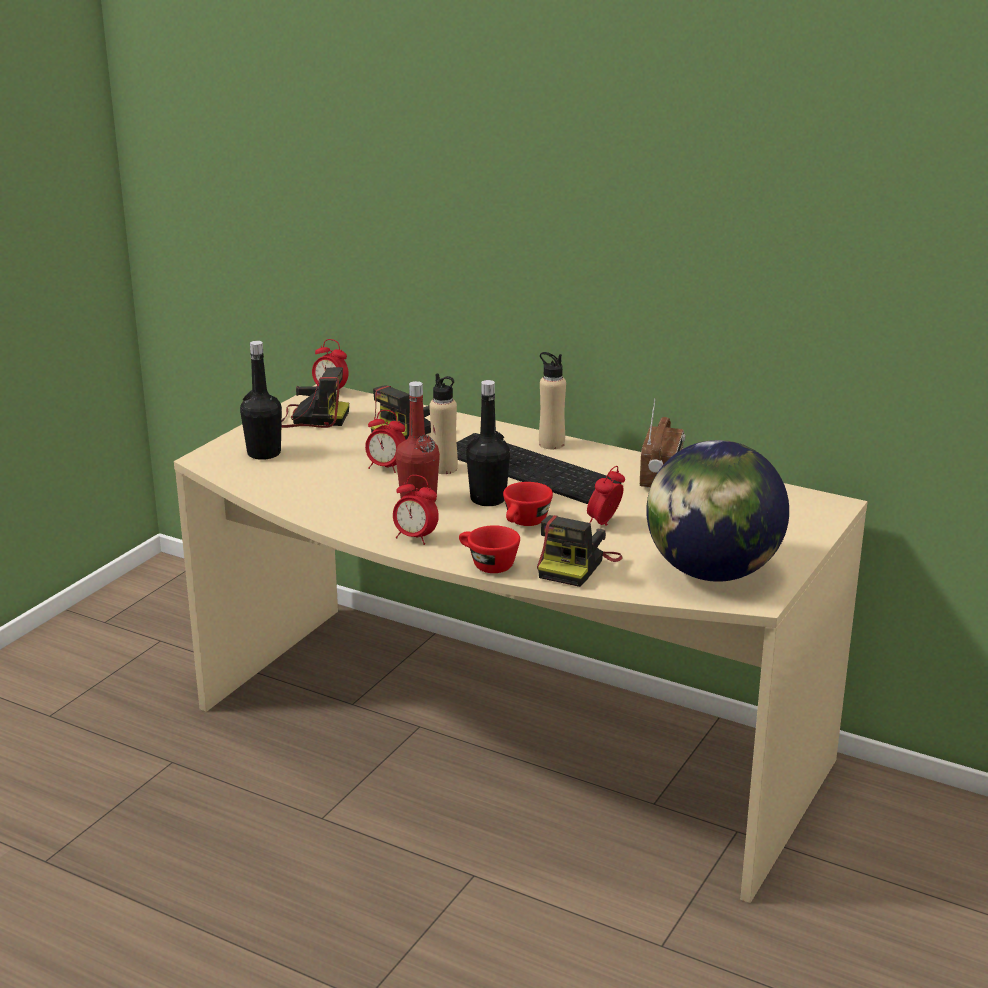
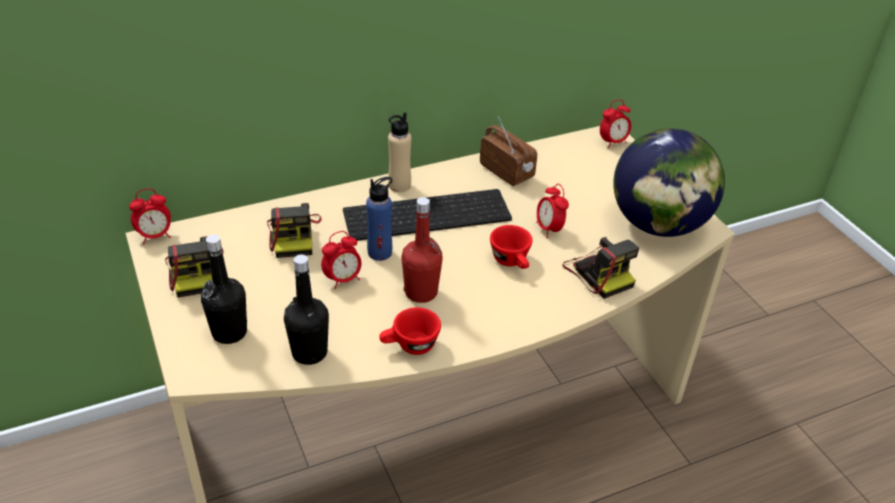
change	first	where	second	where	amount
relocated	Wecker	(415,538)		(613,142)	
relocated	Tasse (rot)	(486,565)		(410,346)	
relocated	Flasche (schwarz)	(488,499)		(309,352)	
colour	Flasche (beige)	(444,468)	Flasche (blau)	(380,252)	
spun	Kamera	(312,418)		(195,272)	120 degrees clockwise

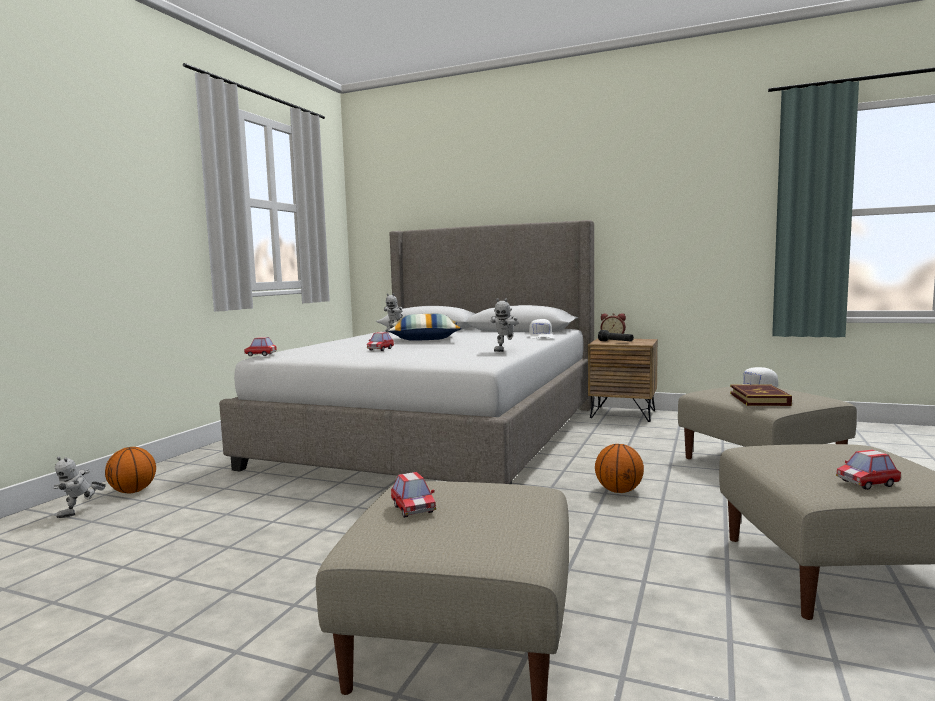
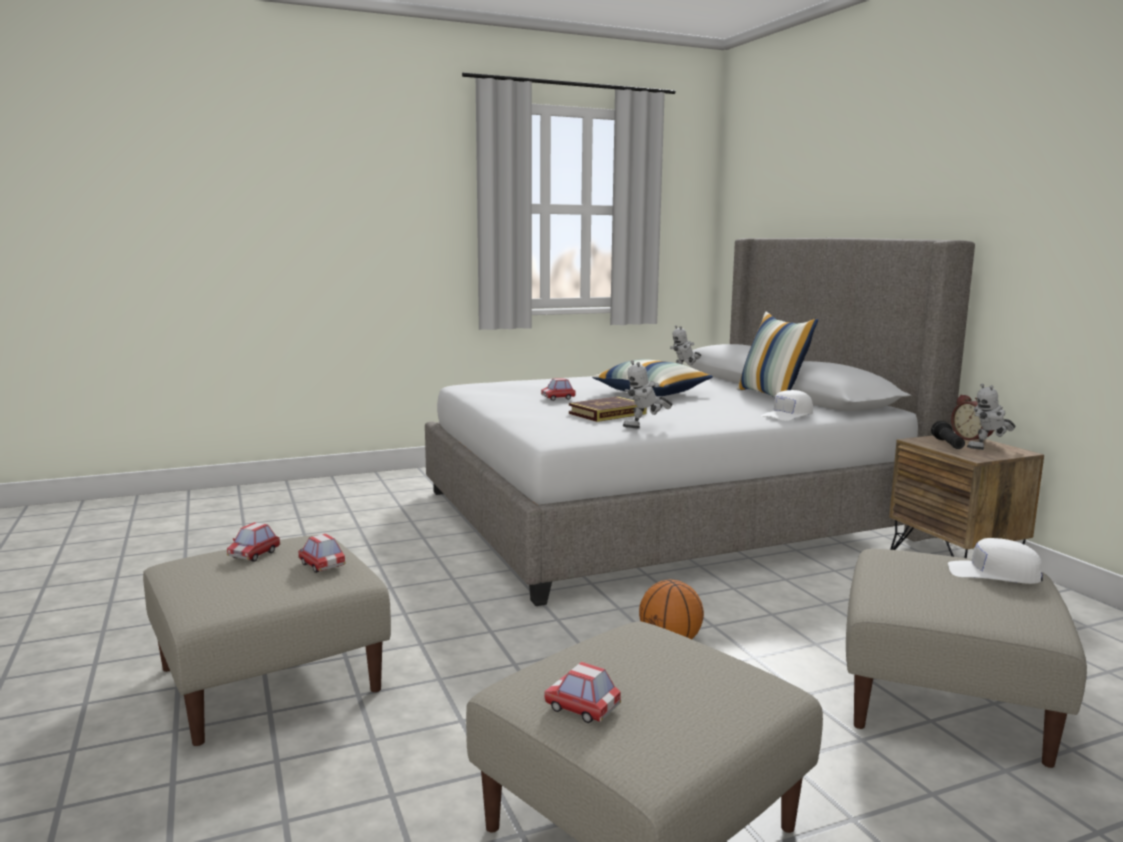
change	first	where	second	where	amount
missing	Basketball	(133,491)			
appeared			Kissen	(772,396)	
relocated	Spielzeugroboter	(81,513)		(989,449)	
relocated	Spielzeugauto	(260,355)		(321,565)	
relocated	Buch	(759,399)		(607,413)	

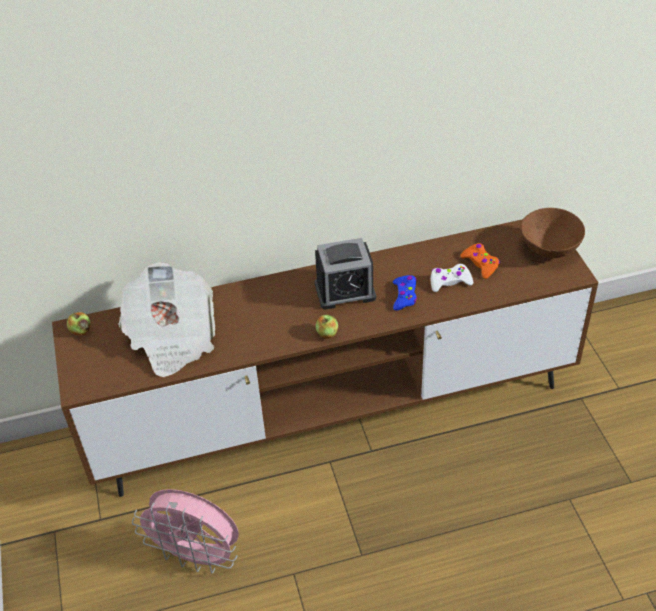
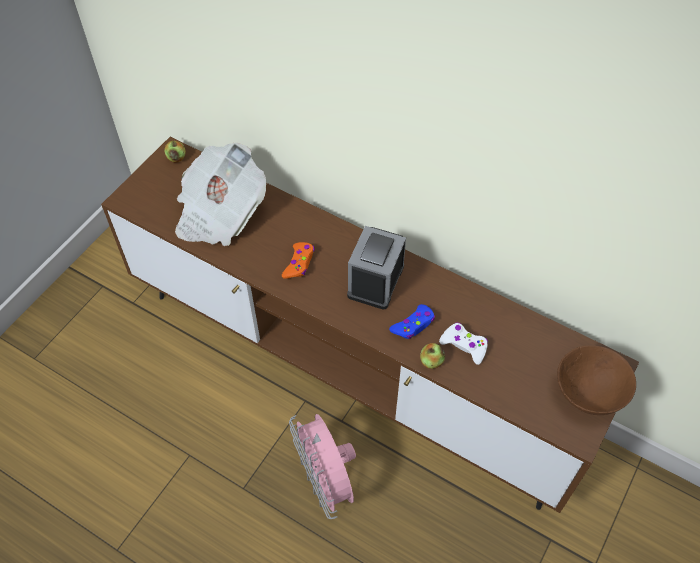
change	first	where	second	where	amount
relocated	Ventilator (rosa)	(197,556)		(326,481)	
relocated	Apfel	(327,333)		(431,361)	
relocated	Gamepad (orange)	(480,264)		(299,263)	
spun	Wecker	(345,291)		(375,281)	75 degrees clockwise

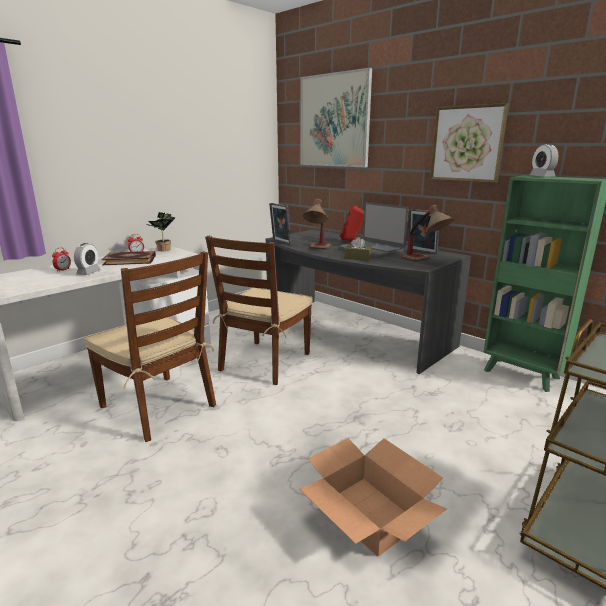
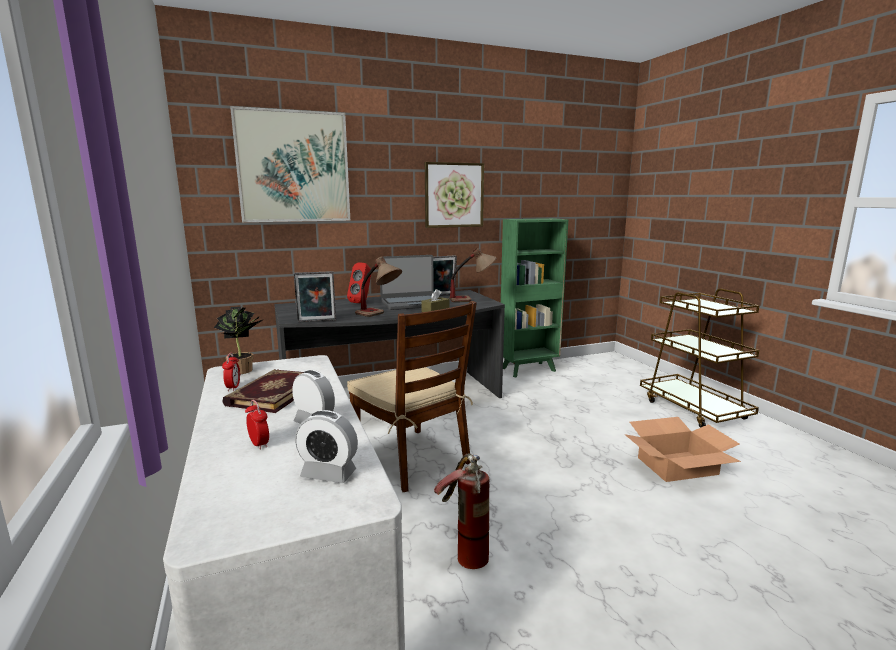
change	first	where	second	where	amount
relocated	Wecker	(541,176)		(328,474)	
exchanged	Stuhl (braun)	(159,406)	Feuerlöscher	(463,551)	

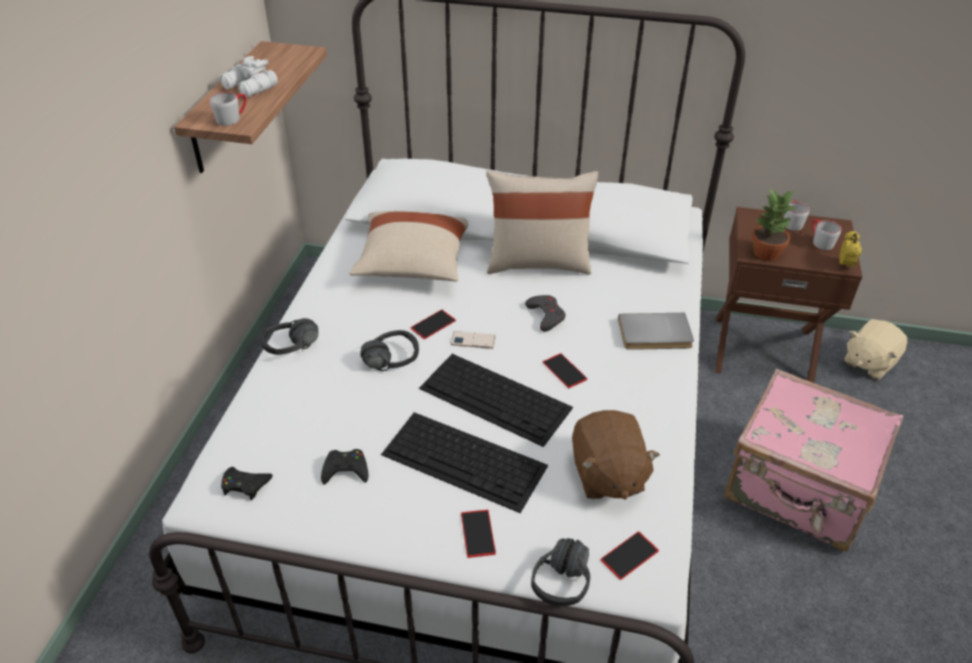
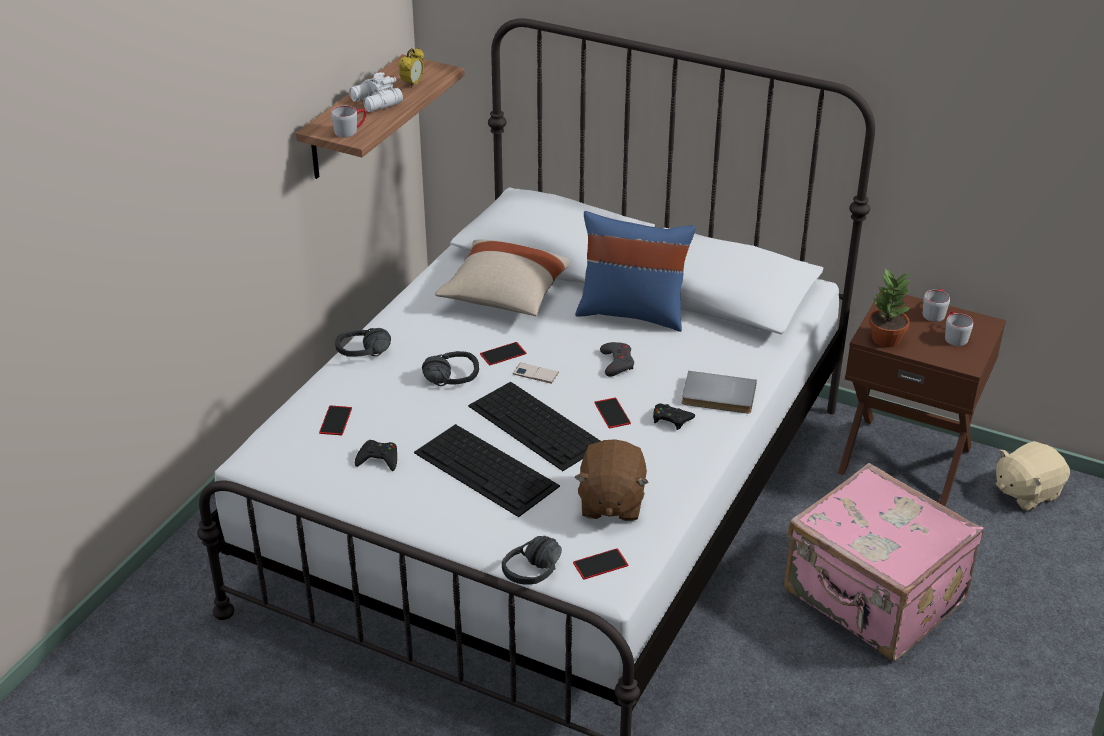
change	first	where	second	where	amount
relocated	Gamepad (schwarz)	(245,485)		(671,419)	
relocated	Handy	(478,533)		(335,420)	
relocated	Wecker	(845,265)		(412,84)	
colour	Kissen (beige)	(538,262)	Kissen (blau)	(632,313)	

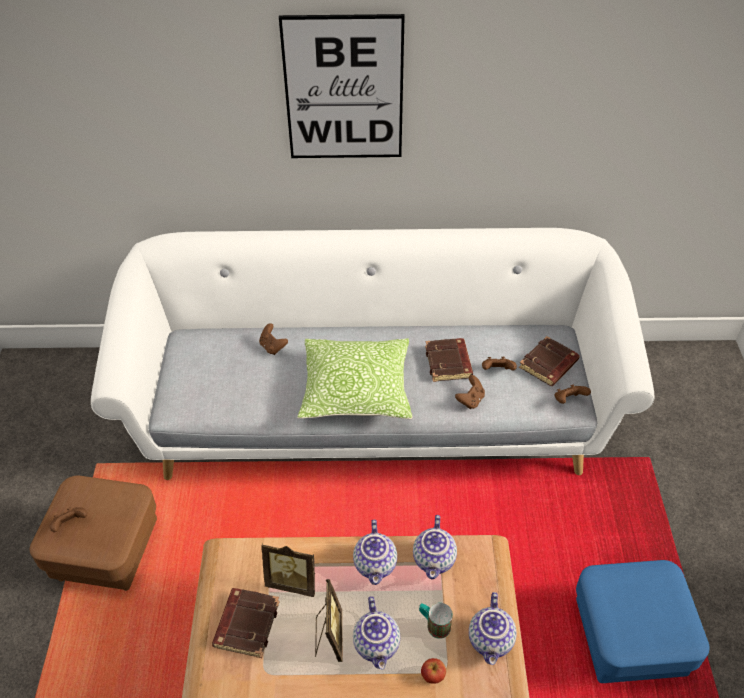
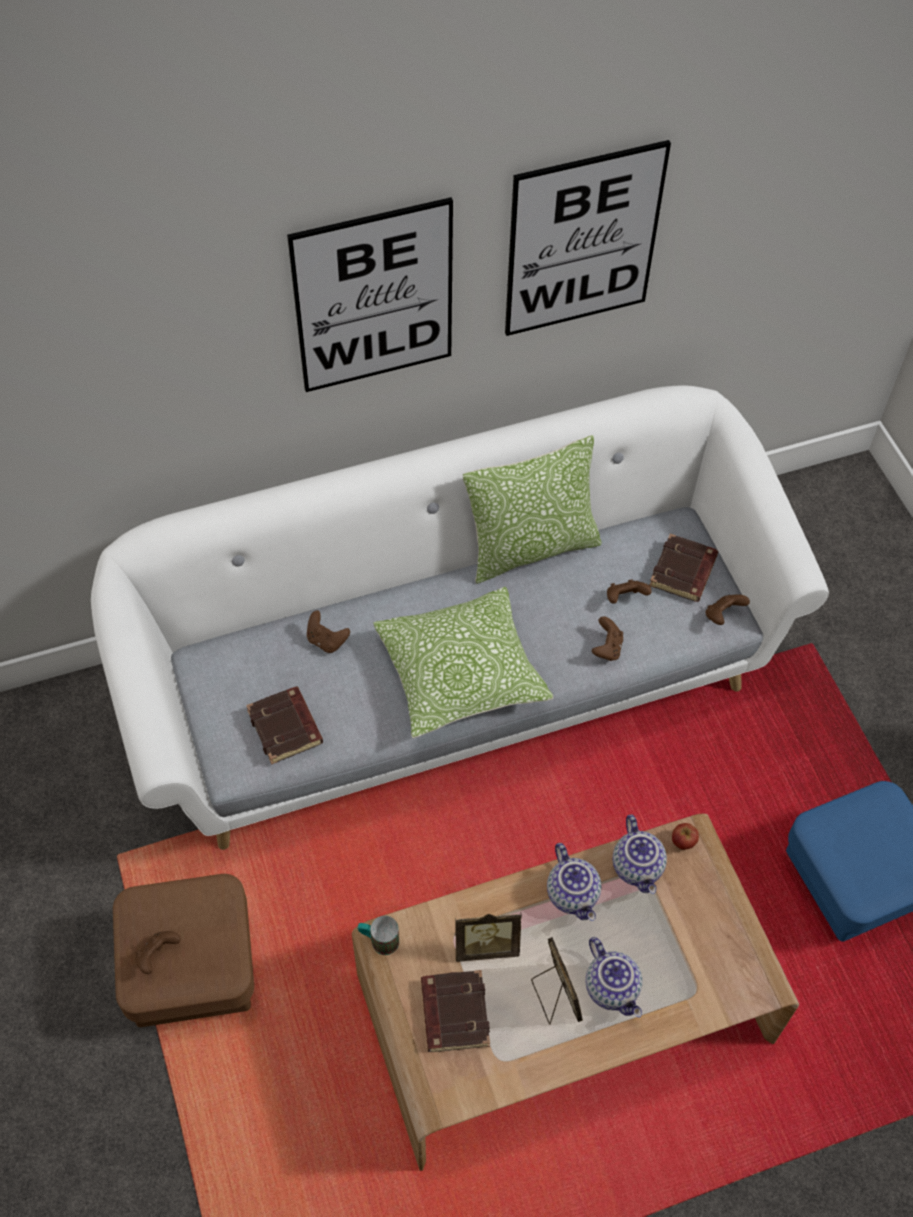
change	first	where	second	where	amount
missing	Teekanne	(491,641)			
appeared			Kissen	(531,548)	
appeared			Bild	(582,241)	
relocated	Henkelbecher	(434,624)		(379,940)	
relocated	Apfel	(433,676)		(683,842)	
relocated	Buch (braun)	(449,363)		(286,728)	

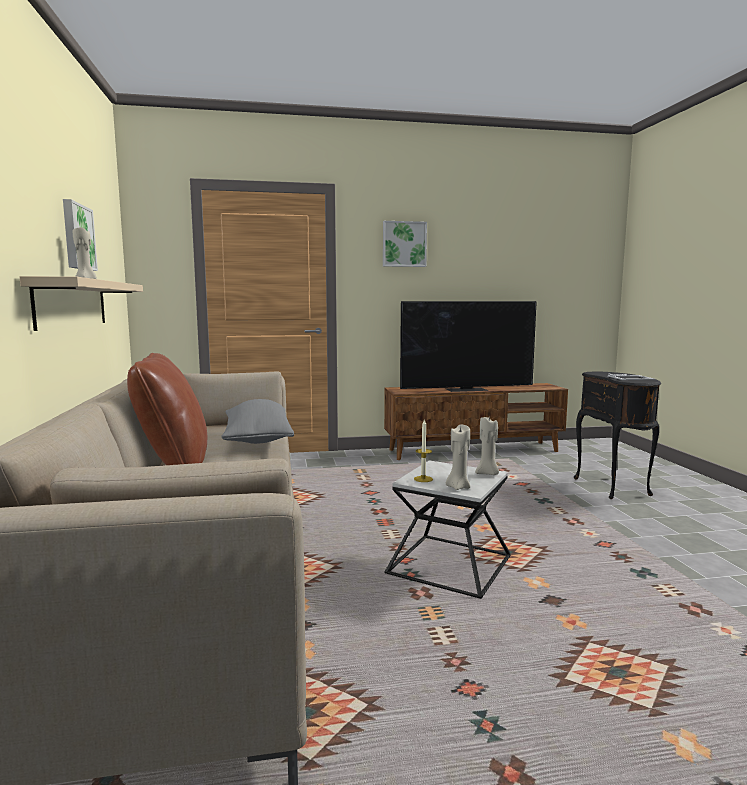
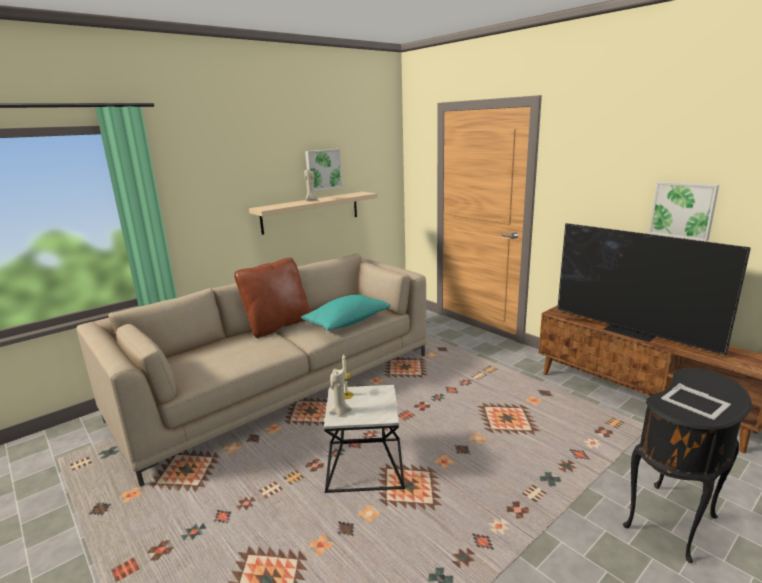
change	first	where	second	where	amount
missing	Kerze (beige)	(487,474)			
relocated	Bild	(404,244)		(683,210)	
colour	Kissen (grau)	(257,439)	Kissen (türkis)	(347,322)	

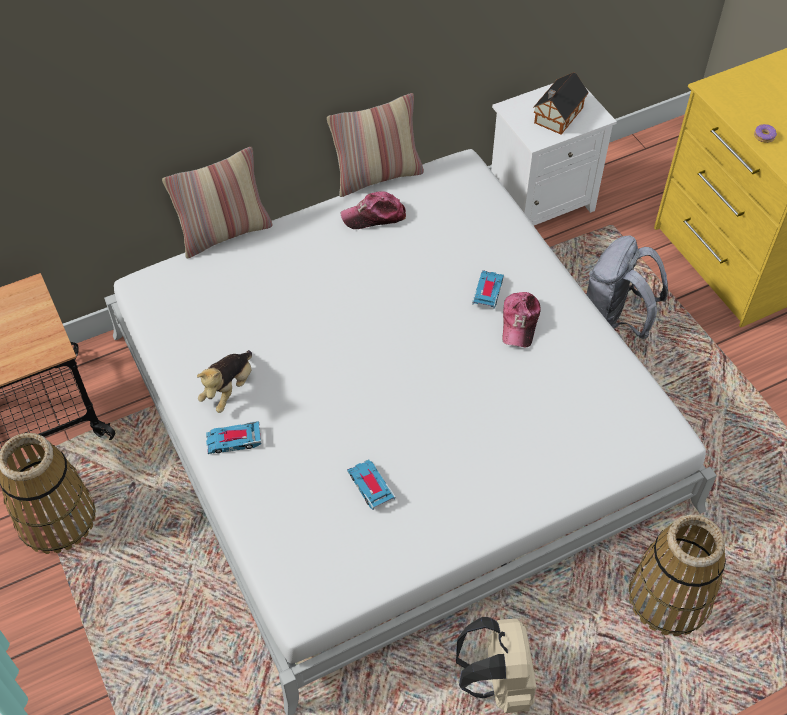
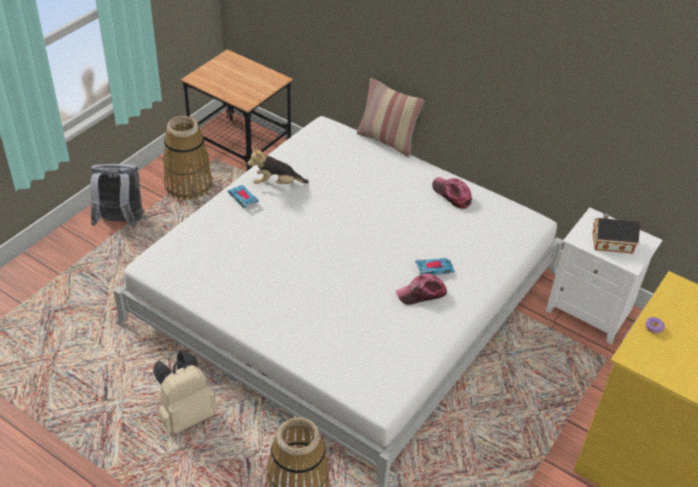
change	first	where	second	where	amount
missing	Kissen	(377,176)			
missing	Spielzeugauto	(370,486)			
relocated	Rucksack (grau)	(614,322)		(120,222)	

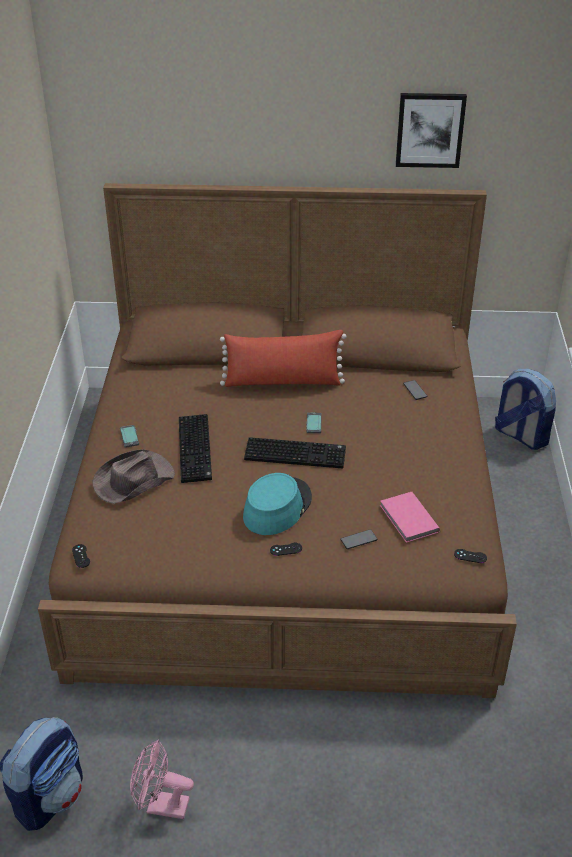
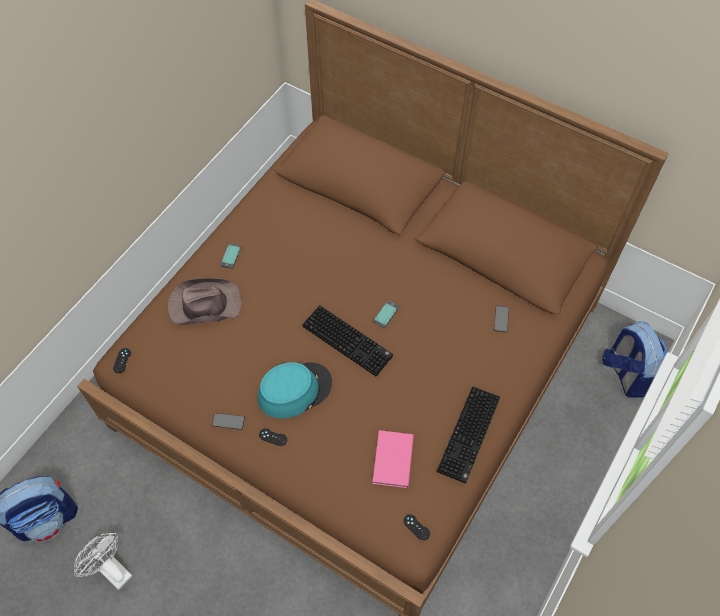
change	first	where	second	where	amount
missing	Kissen (rot)	(283,381)			
missing	Bild	(430,130)			
relocated	Tastatur	(196,449)		(470,436)	
relocated	Handy	(358,540)		(228,421)	
colour	Ventilator (rosa)	(161,806)	Ventilator (weiß)	(111,570)	

